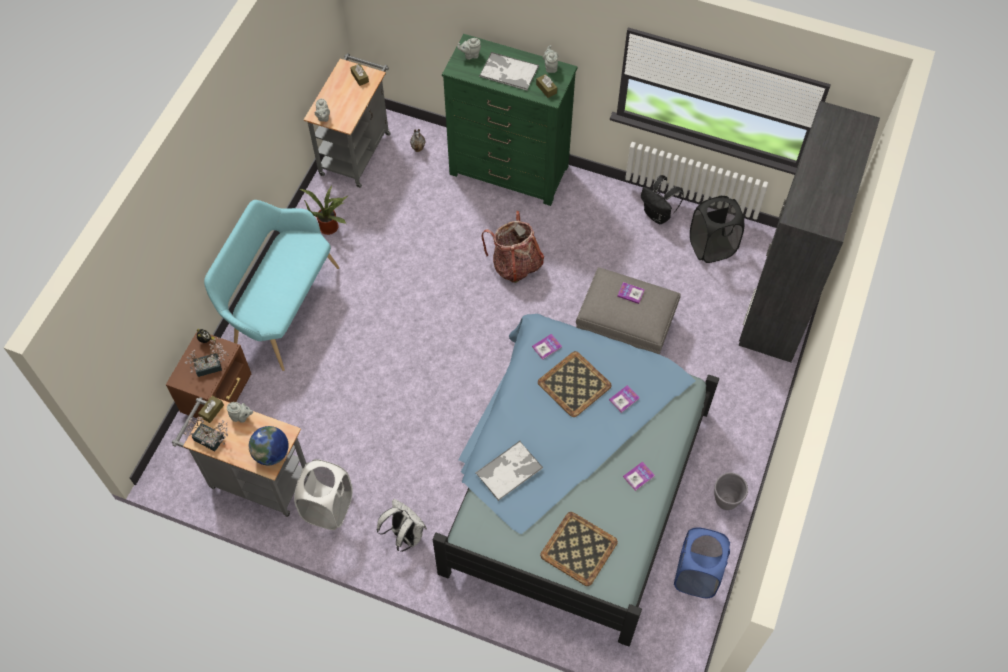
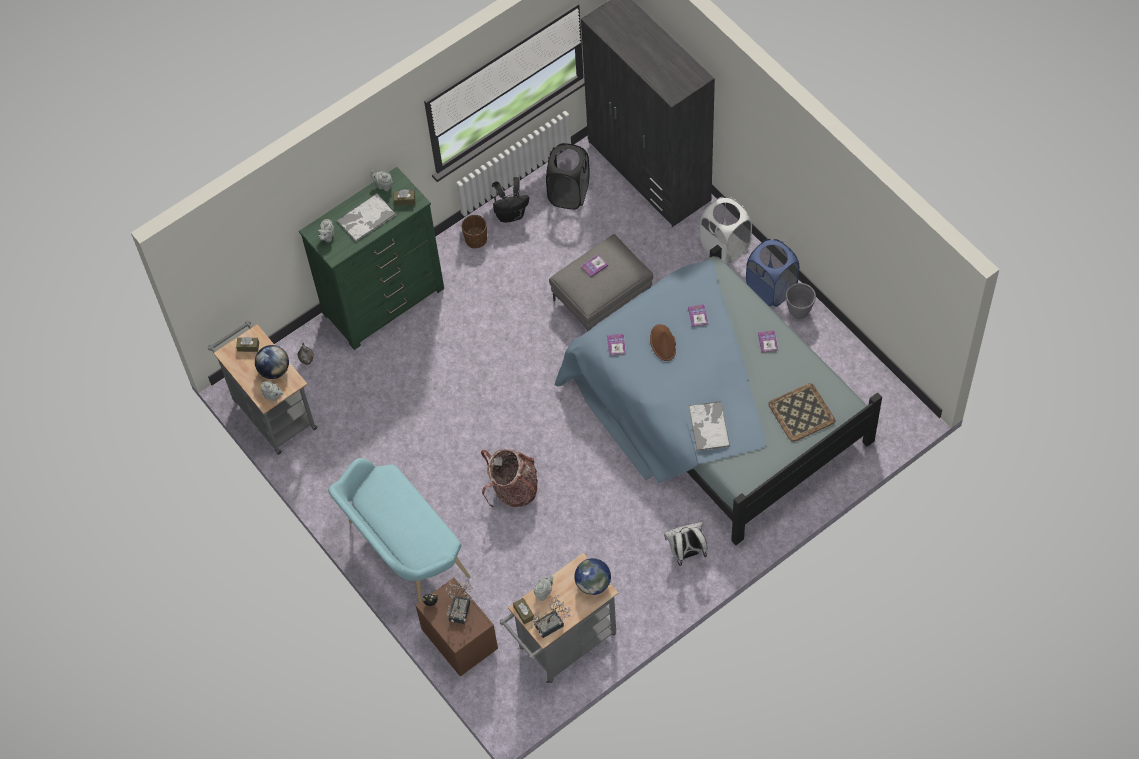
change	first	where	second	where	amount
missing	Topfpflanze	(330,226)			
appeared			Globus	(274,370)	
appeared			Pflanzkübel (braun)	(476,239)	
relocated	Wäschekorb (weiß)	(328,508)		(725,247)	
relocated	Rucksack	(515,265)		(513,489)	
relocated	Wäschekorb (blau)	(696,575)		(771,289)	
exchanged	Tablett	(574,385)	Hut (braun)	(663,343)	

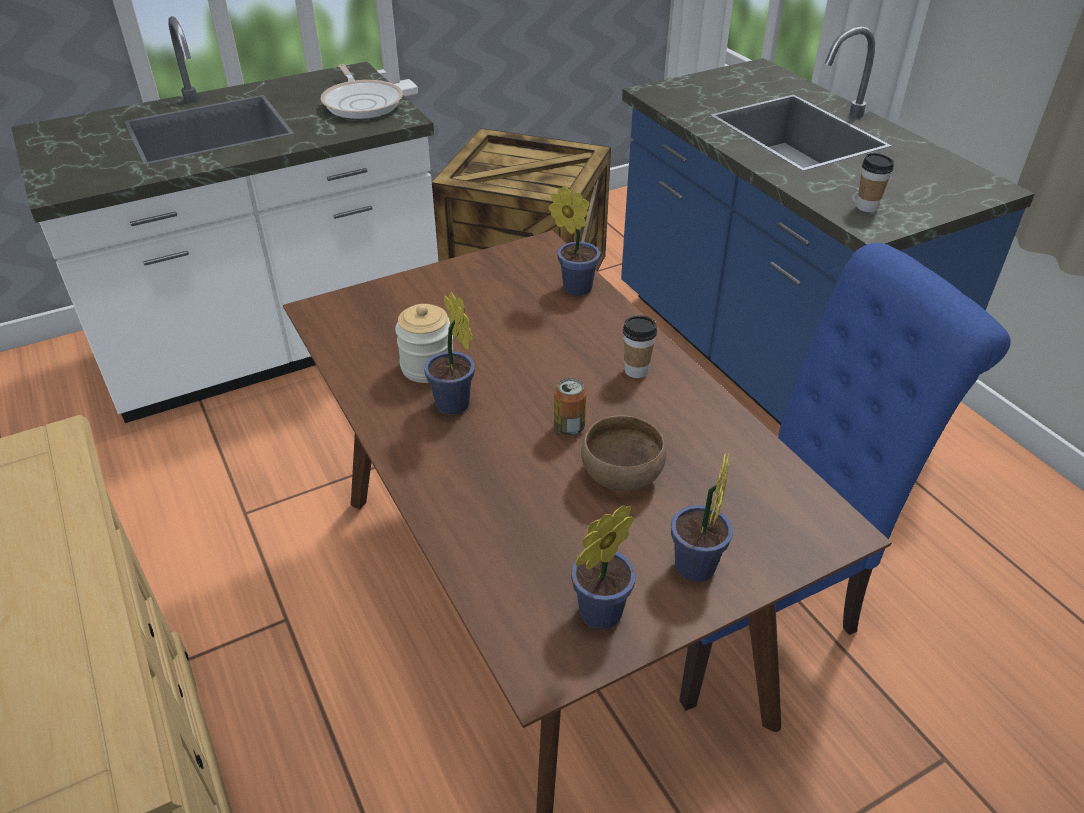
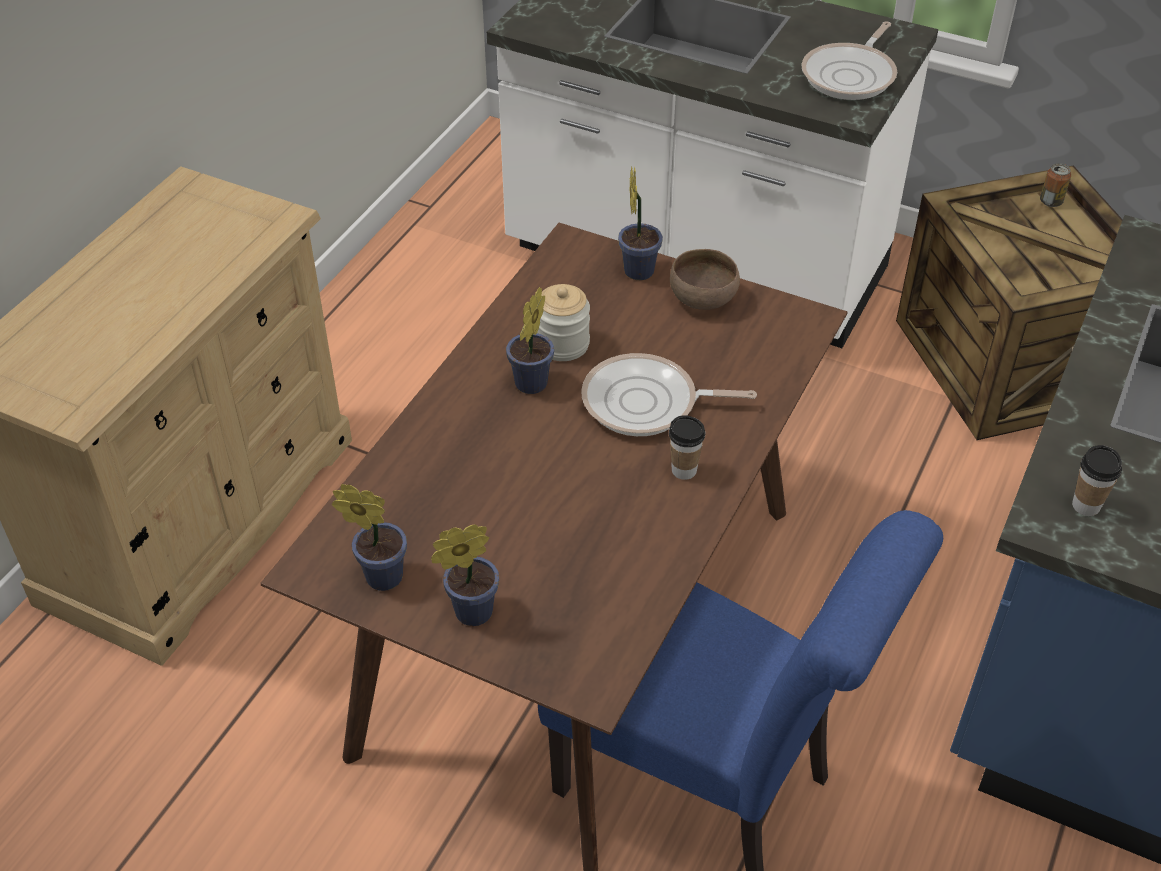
change	first	where	second	where	amount
appeared			Pfanne	(646,403)	
relocated	Topfpflanze	(574,287)		(638,268)	
relocated	Dose	(569,427)		(1051,202)	
relocated	Schüssel (braun)	(621,473)		(704,298)	

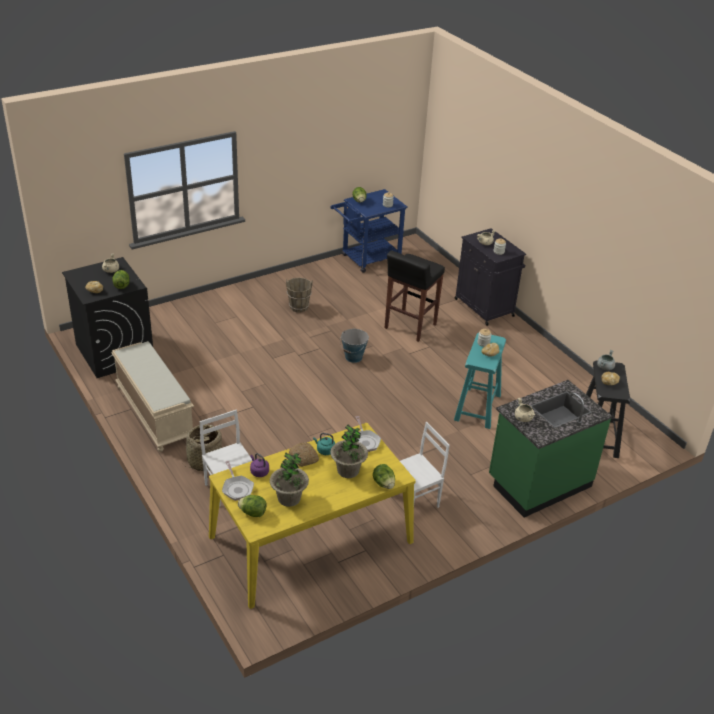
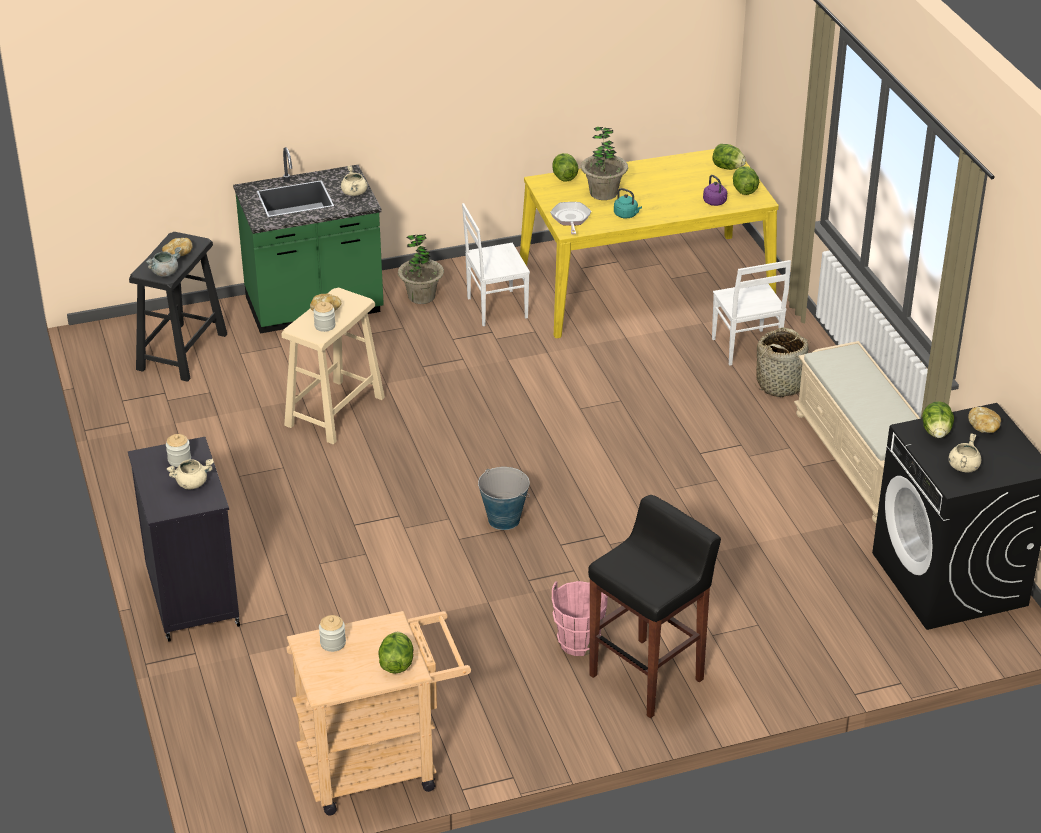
change	first	where	second	where	amount
missing	Brot	(304,457)			
relocated	Topfpflanze	(289,498)		(421,296)	
relocated	Hocker (schwarz)	(409,327)		(648,677)	
exchanged	Pfanne	(237,488)	Salatkopf	(744,190)	
colour	Eimer (braun)	(299,307)	Eimer (rosa)	(578,643)	
colour	Rollwagen (blau)	(366,259)	Rollwagen (beige)	(381,765)	
colour	Hocker (türkis)	(477,408)	Hocker (beige)	(335,411)	

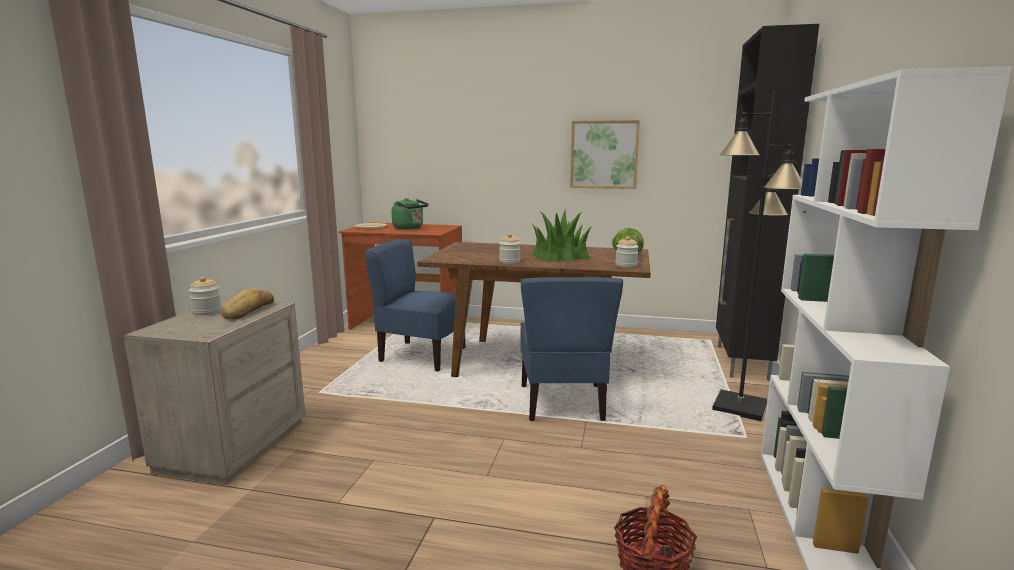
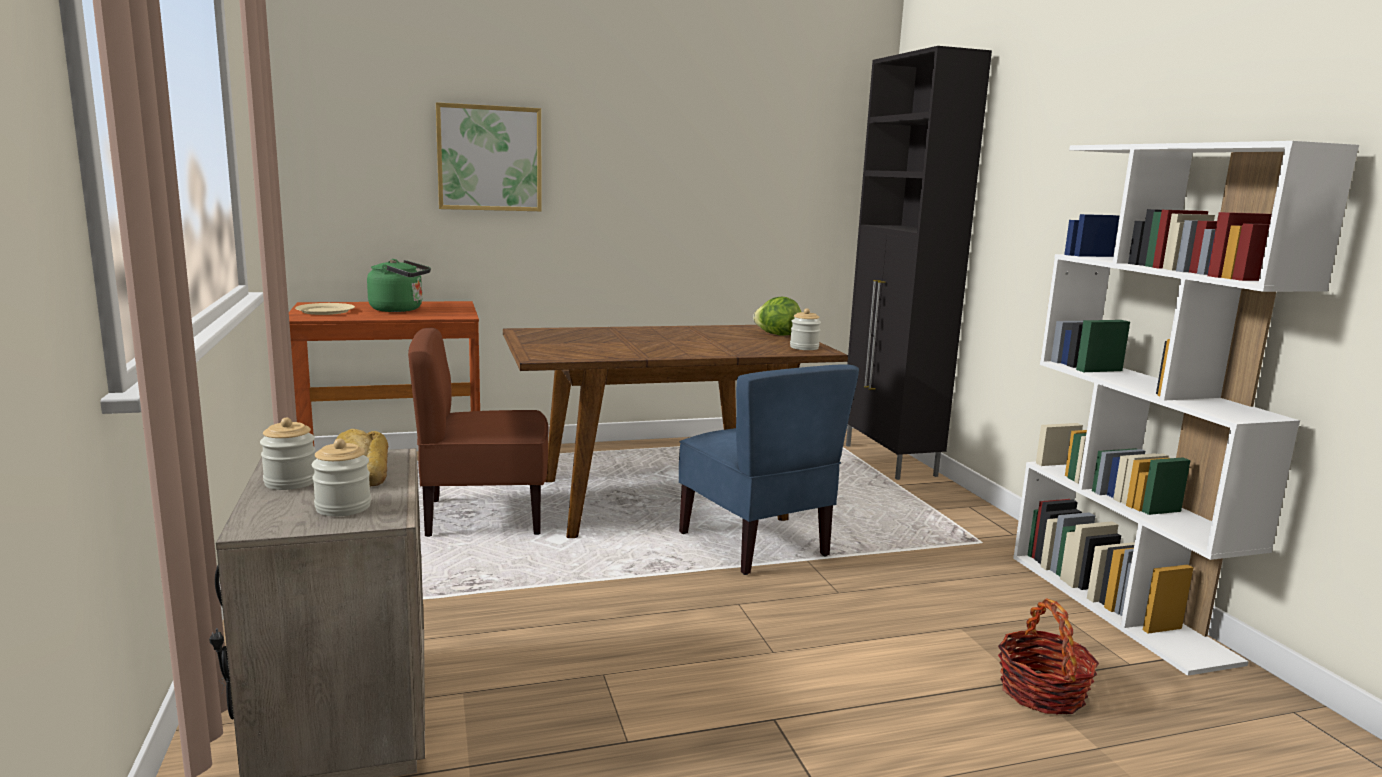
change	first	where	second	where	amount
missing	Topfpflanze	(559,256)			
missing	Stehlampe (schwarz)	(739,406)			
relocated	Vorratsglas	(509,262)		(343,507)	
relocated	Bild	(604,154)		(489,158)	
colour	Stuhl (blau)	(422,355)	Stuhl (braun)	(483,516)	

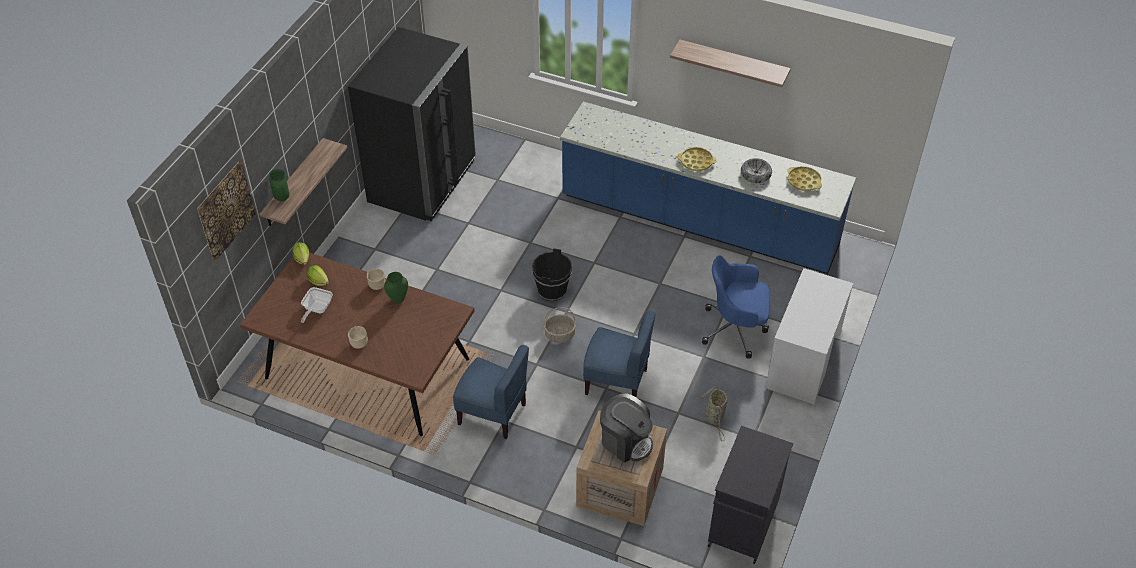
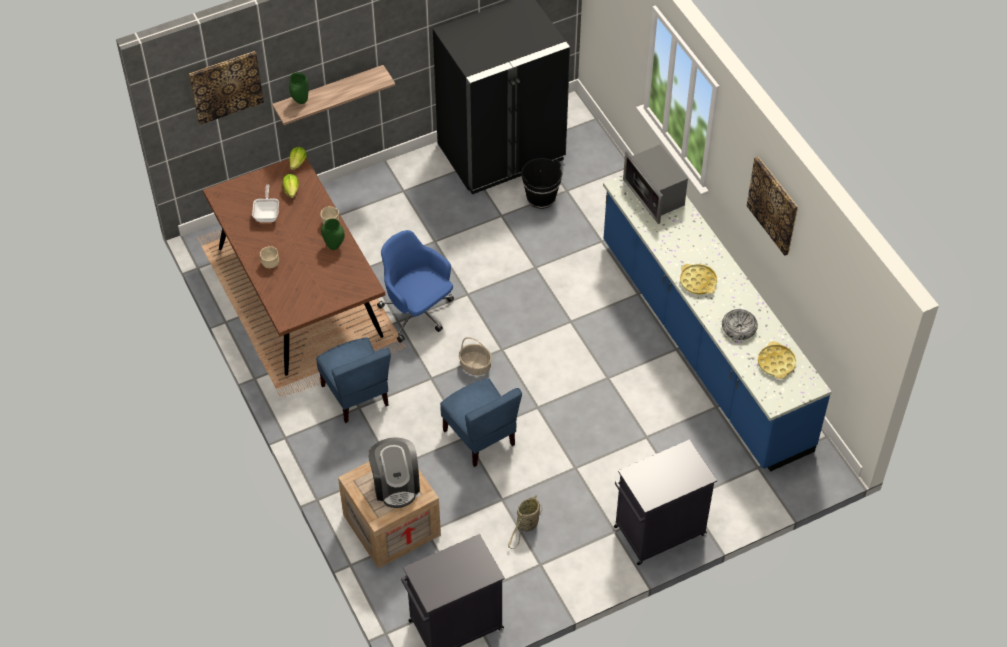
change	first	where	second	where	amount
appeared			Mikrowelle	(655,195)	
relocated	Eimer (schwarz)	(552,291)		(541,198)	
relocated	Bürostuhl (blau)	(735,329)		(417,313)	
exchanged	Wandregal	(733,63)	Bild	(773,205)	
exchanged	Schreibtisch (weiß)	(803,360)	Schrank (schwarz)	(658,532)	
spun	Pfanne	(316,309)		(267,214)	120 degrees clockwise

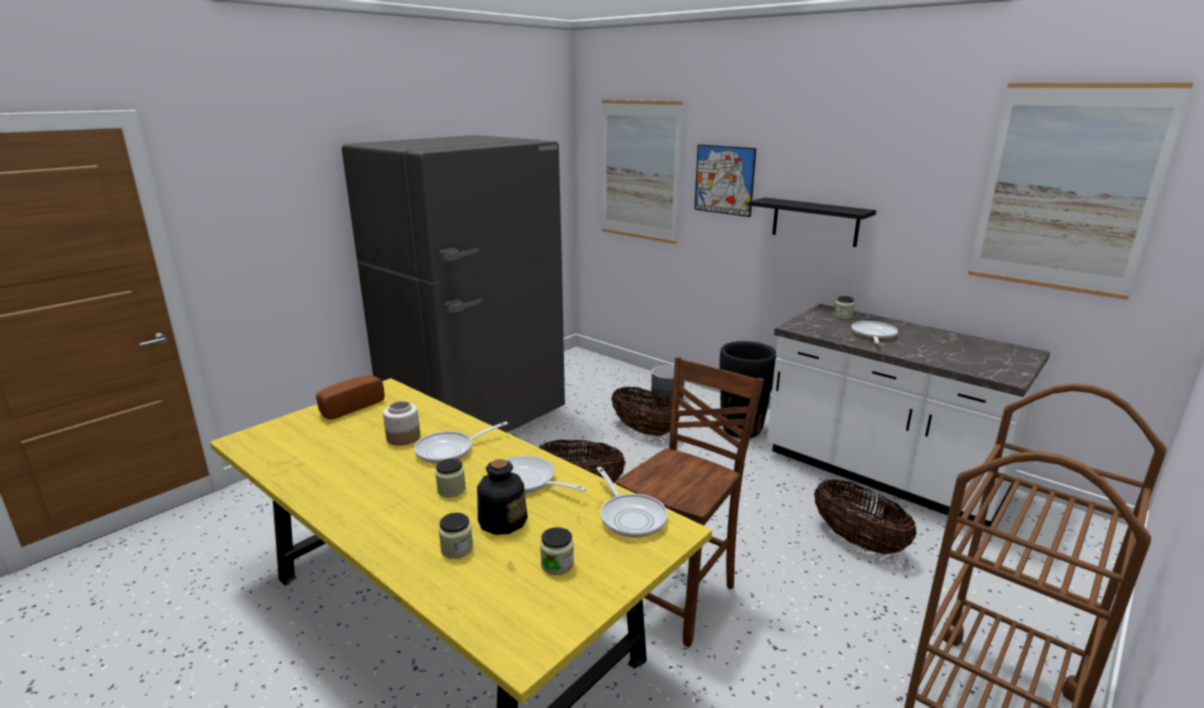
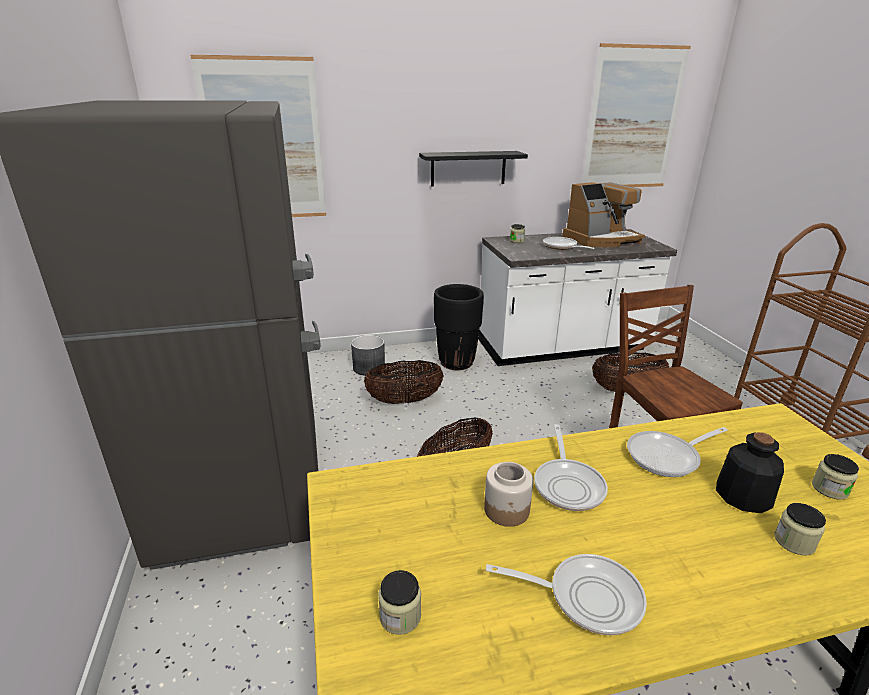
change	first	where	second	where	amount
missing	Brot	(349,407)			
missing	Bild	(724,180)			
appeared			Kaffeemaschine	(601,240)	
relocated	Vorratsglas	(451,490)		(400,616)	
relocated	Pfanne	(630,517)		(586,597)	

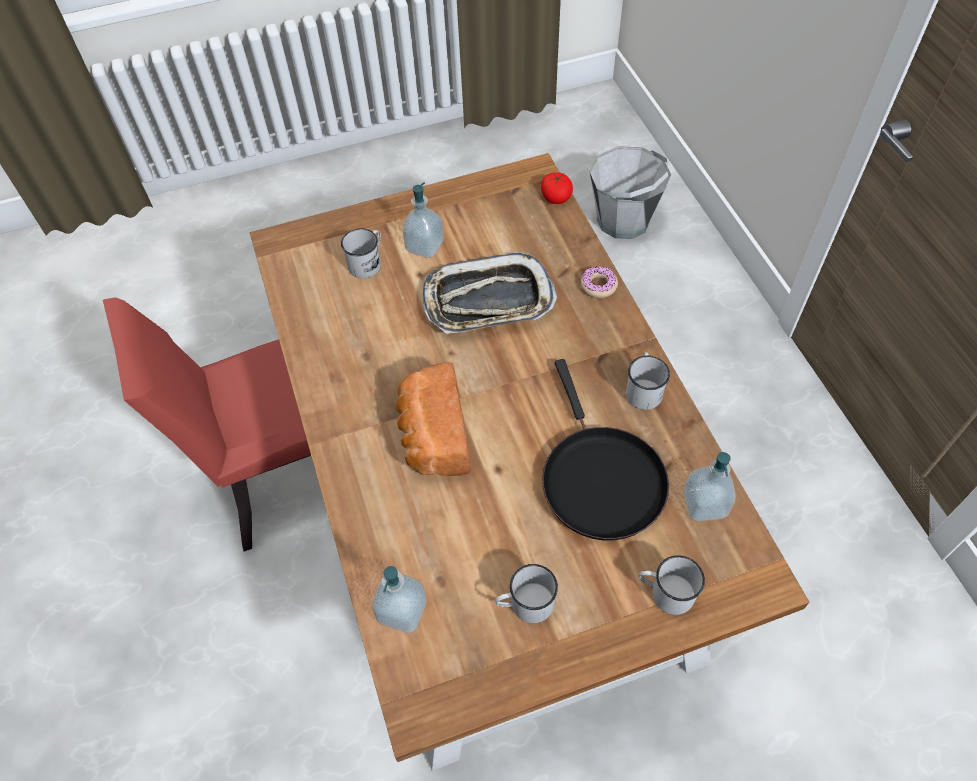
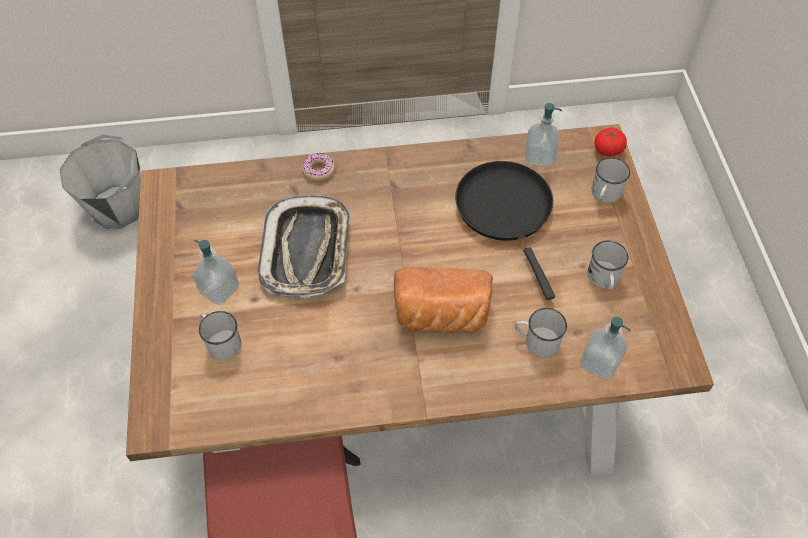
change	first	where	second	where	amount
relocated	Tomate	(556,197)		(608,150)	
relocated	Henkelbecher (weiß)	(643,389)		(536,341)	
spun	Pfanne (schwarz)	(599,479)		(506,211)	105 degrees counterclockwise

